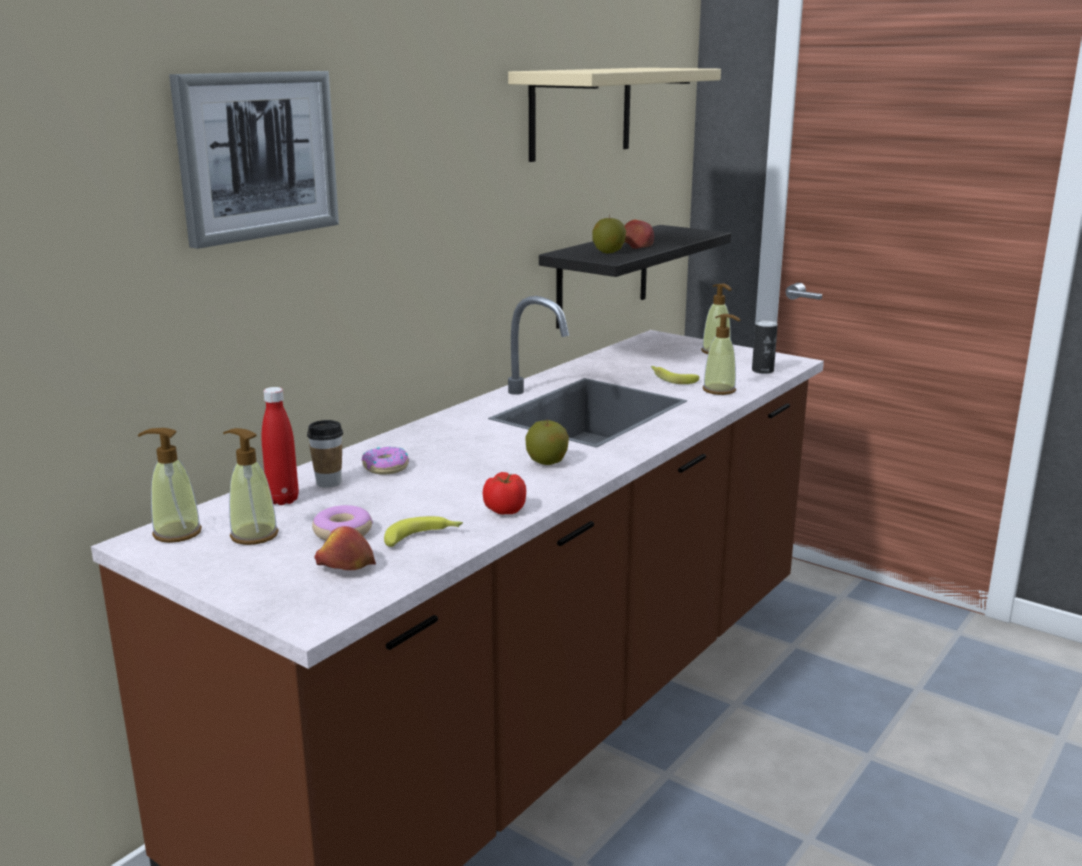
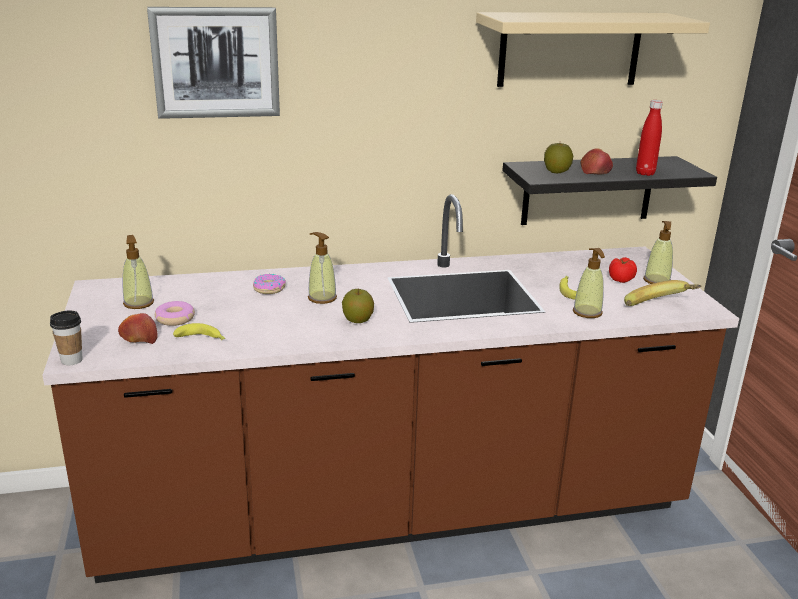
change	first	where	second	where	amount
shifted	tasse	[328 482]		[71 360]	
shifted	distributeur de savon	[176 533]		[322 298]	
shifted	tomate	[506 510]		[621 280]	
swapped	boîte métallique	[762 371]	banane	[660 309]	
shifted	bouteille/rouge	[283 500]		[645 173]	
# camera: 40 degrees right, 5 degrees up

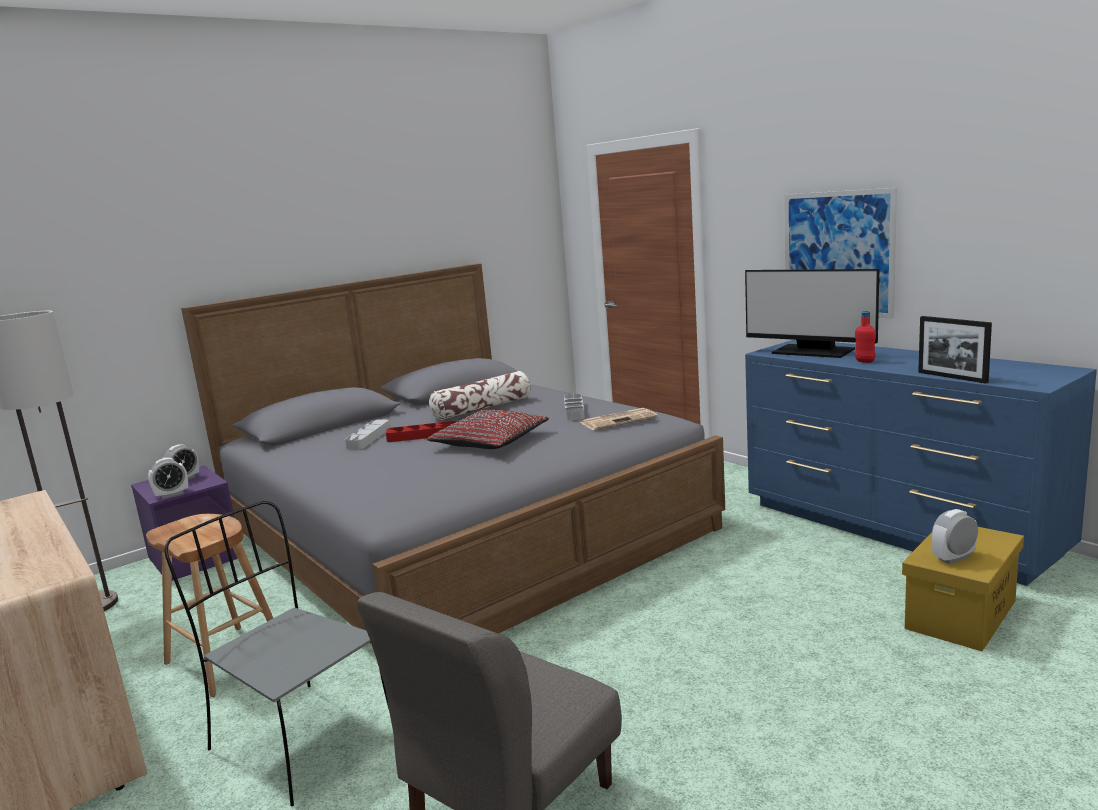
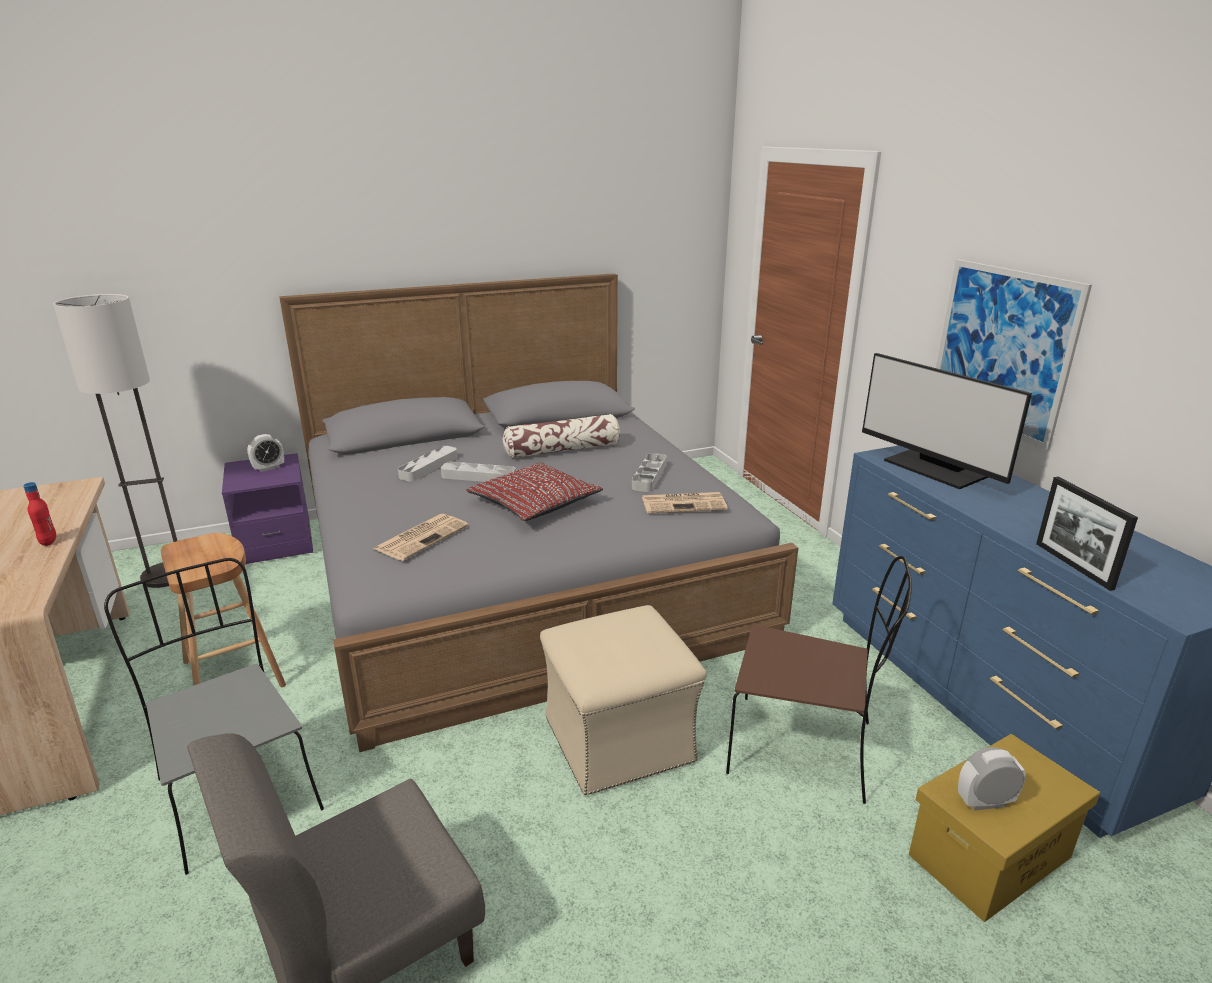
change	first	where	second	where	amount
shifted	bouteille/rouge	[864 361]		[48 541]	
new			journal	[422 537]	
repainted	plateau/rouge	[422 435]	plateau/gris	[478 477]	
new			pouf/beige	[620 739]	
new			chaise/marron	[804 748]	
gone	réveil	[172 494]			
# camera: 15 degrees right, 10 degrees up

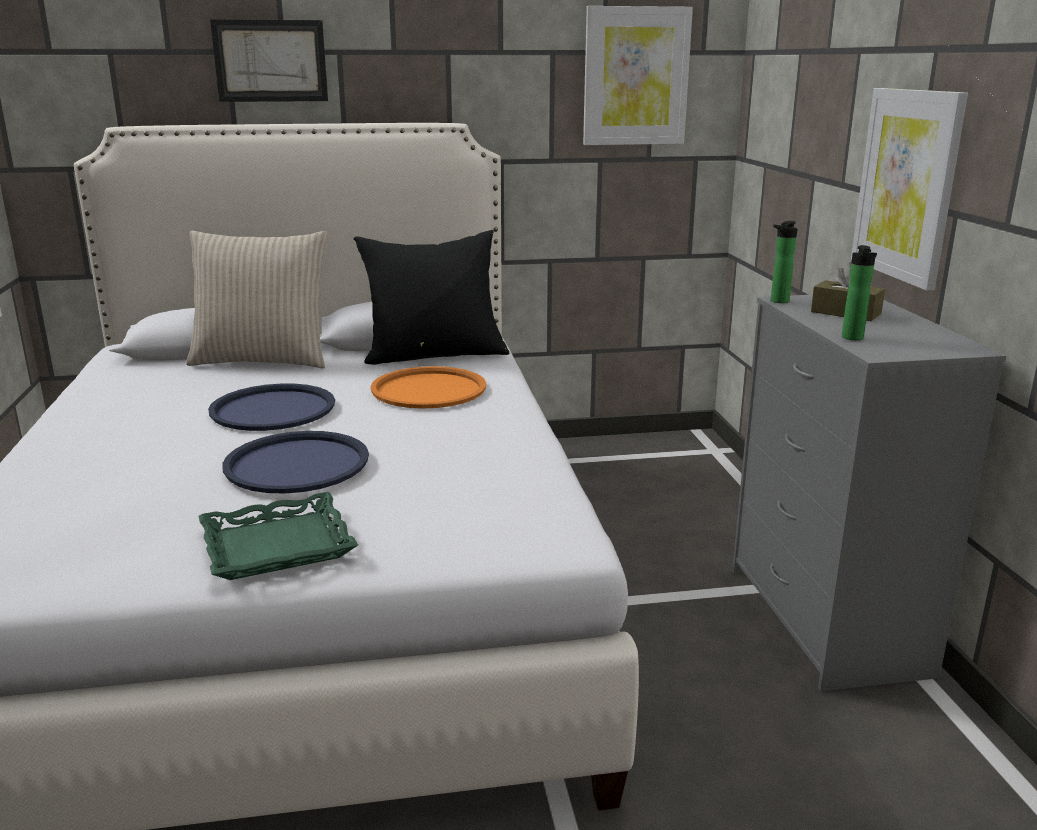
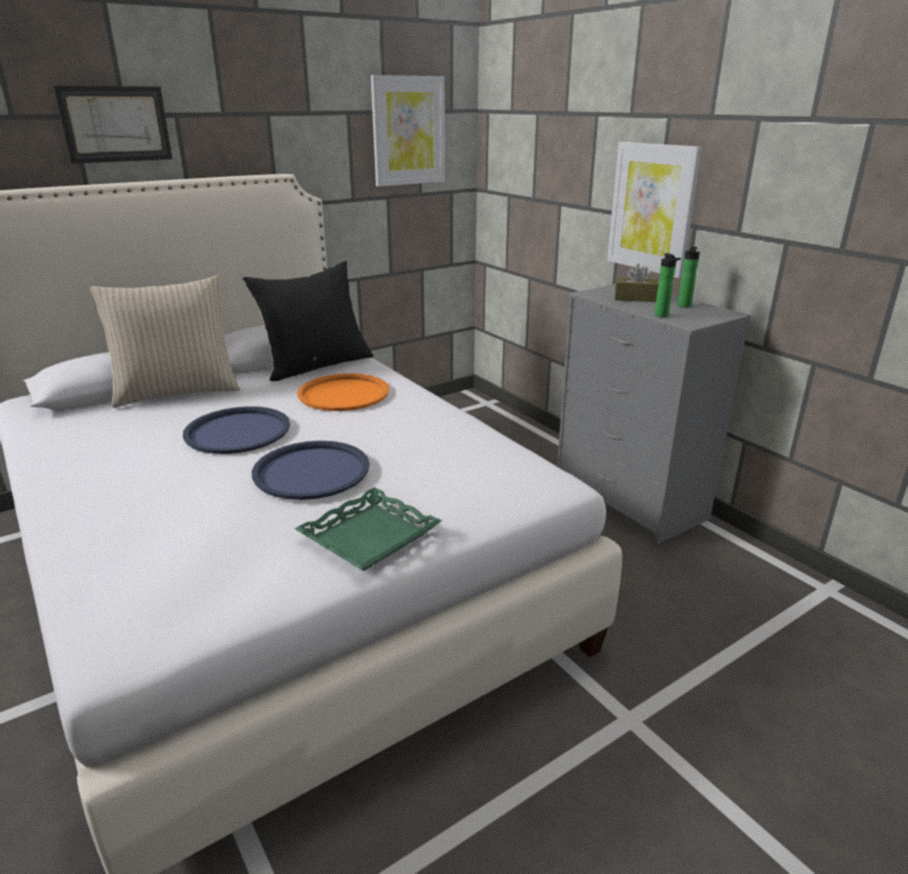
change	first	where	second	where	amount
shifted	bouteille	[778 301]		[684 306]	
# camera: 25 degrees left, 5 degrees up

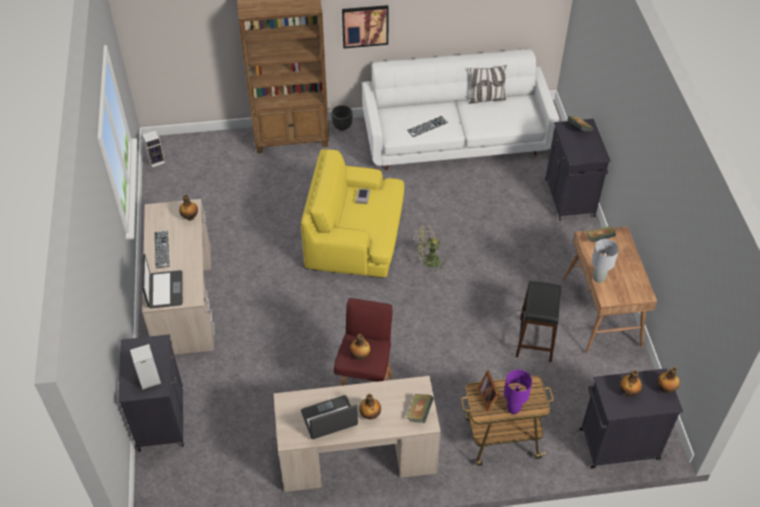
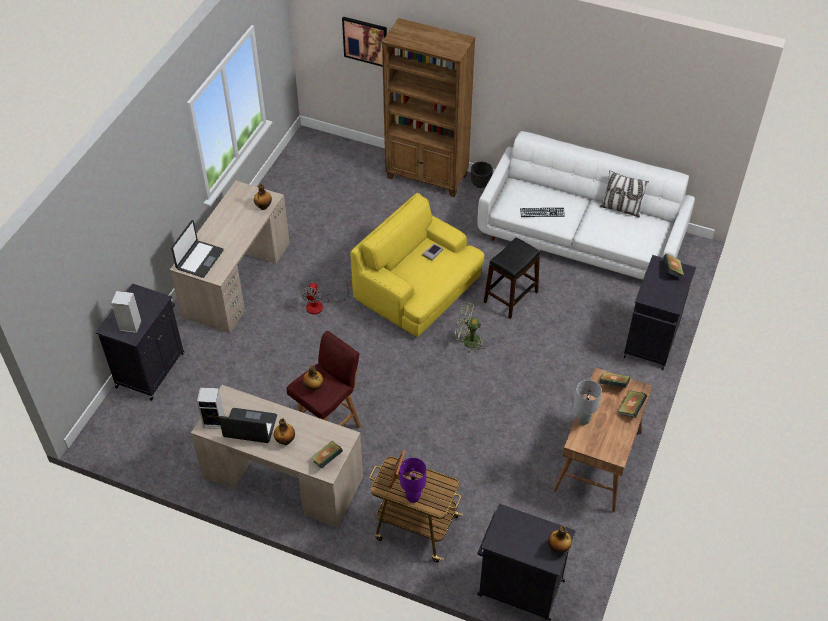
change	first	where	second	where	amount
shifted	enceinte	[157 160]		[215 421]	
new			ventilateur	[320 305]	
shifted	tableau	[365 26]		[365 41]	
shifted	tabouret/noir	[535 339]		[510 297]	
new			livre	[631 409]	
gone	clavier	[161 249]			
gone	bouteille	[628 392]			
# camera: 30 degrees right, 0 degrees up

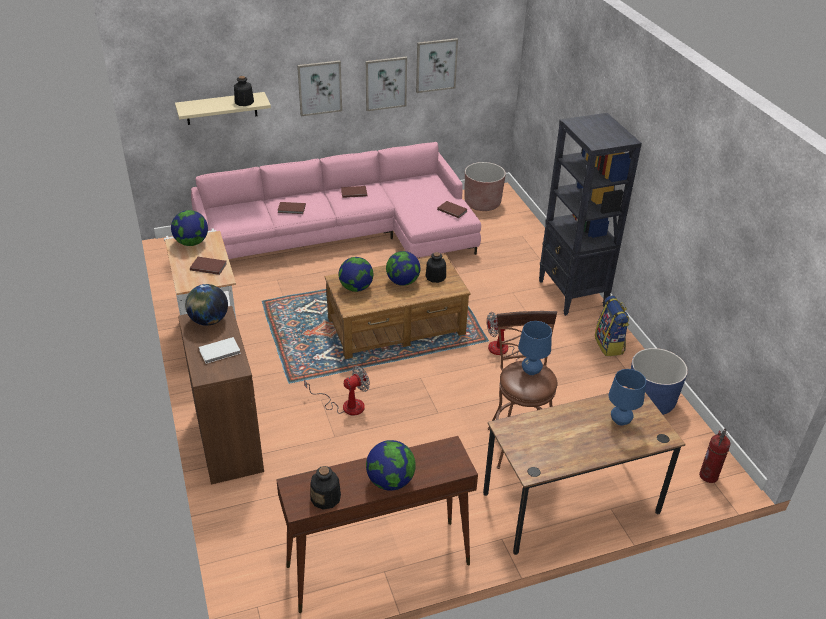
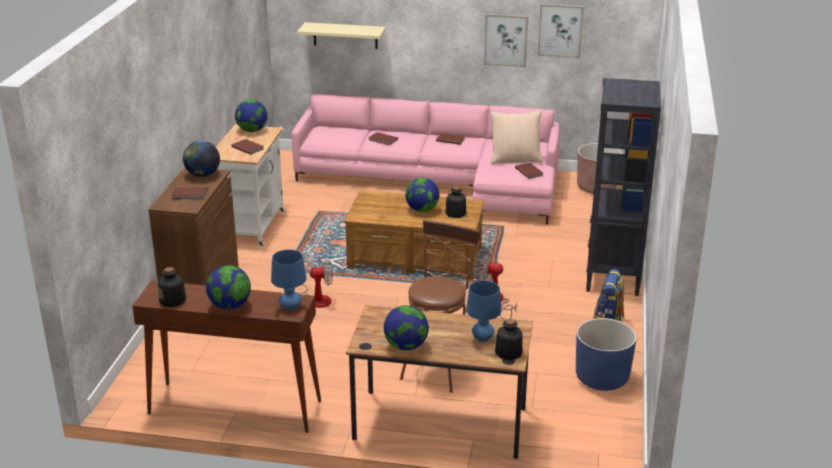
change	first	where	second	where	amount
repainted	livre/blanc	[220 352]	livre/marron	[190 194]	
shifted	lampe de table/bleu	[531 371]		[290 307]	
shifted	globe	[356 288]		[406 346]	
new			coussin/beige	[515 159]	
shifted	bouteille	[244 102]		[508 353]	
gone	tableau	[319 88]			
gone	extincteur	[709 476]			
# camera: 30 degrees right, 10 degrees down

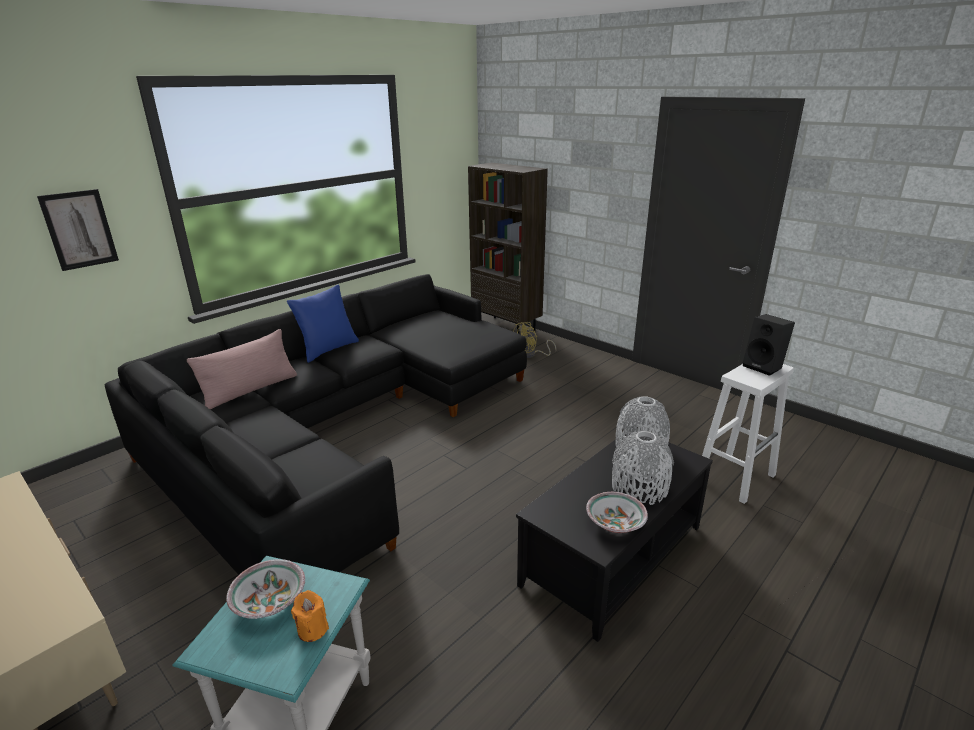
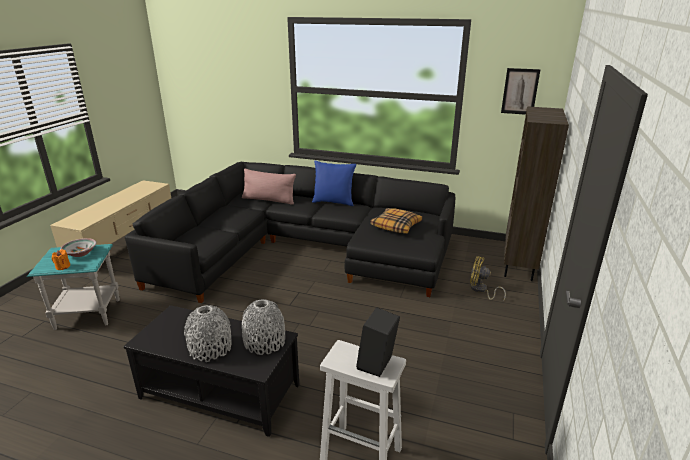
change	first	where	second	where	amount
new			coussin	[396 226]	
shifted	tableau	[79 229]		[520 91]	
gone	bol	[614 523]			
# camera: 65 degrees right, 0 degrees up

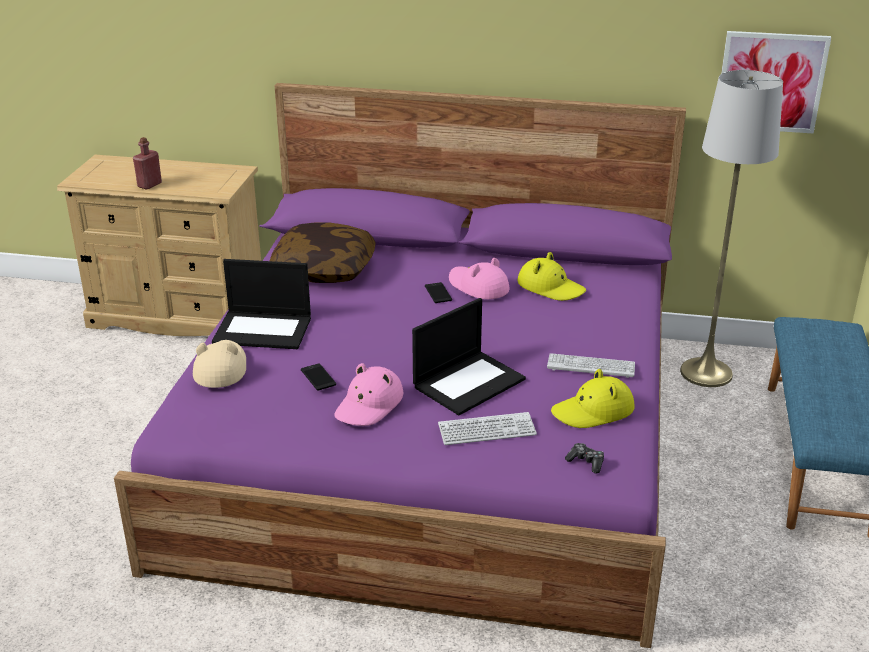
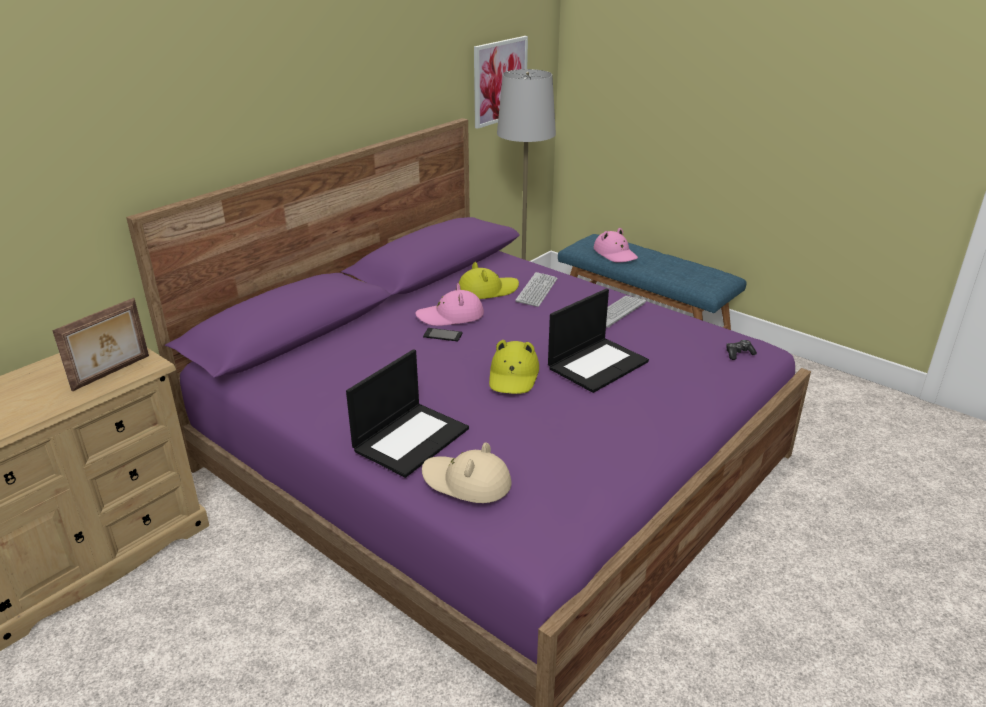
change	first	where	second	where	amount
new			cadre photo	[112 373]	
shifted	chapeau/jaune	[593 411]		[513 376]	
shifted	clavier	[487 430]		[537 290]	
rotated	ordinateur portable	[469 382]		[598 364]	60 degrees clockwise
shifted	chapeau/rose	[369 405]		[615 254]	
gone	bouteille/rouge	[149 185]			
gone	coussin	[324 269]			
gone	téléphone	[318 377]			
# camera: 60 degrees left, 0 degrees up

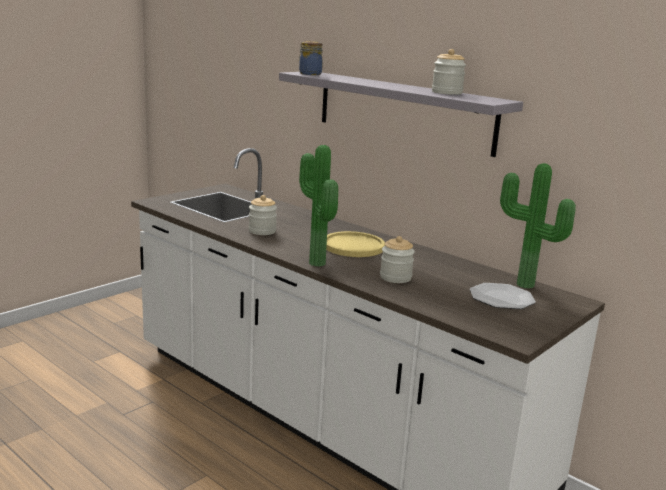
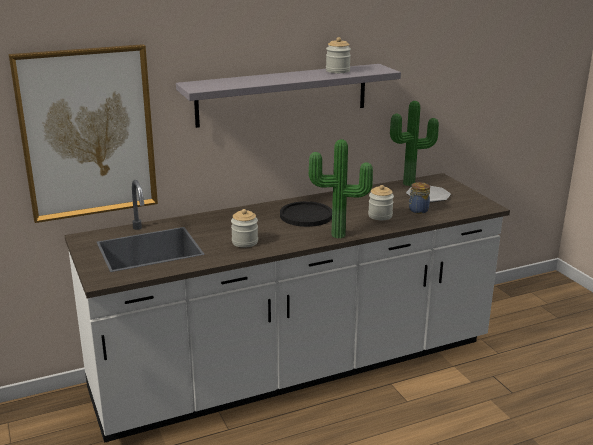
change	first	where	second	where	amount
new			tableau	[87 133]	
repainted	assiette/jaune	[353 246]	assiette/noir	[306 215]	
shifted	bocal	[309 74]		[417 210]	
# camera: 65 degrees left, 5 degrees up

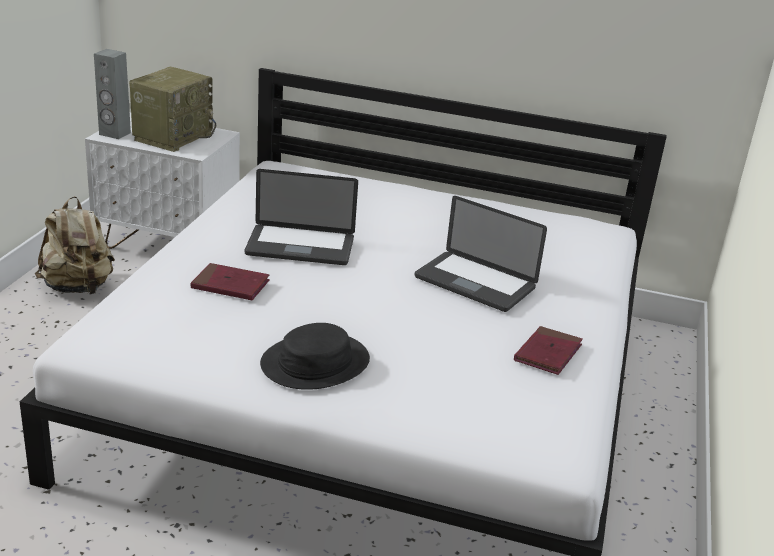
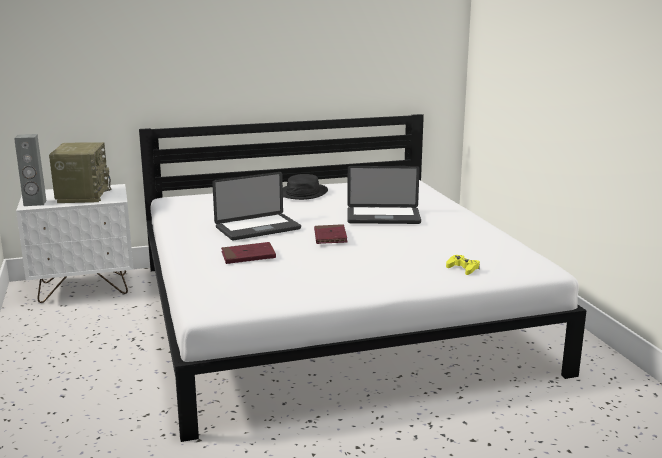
change	first	where	second	where	amount
shifted	chapeau/noir	[315 363]		[302 193]	
shifted	livre/rouge	[548 353]		[330 237]	
new			manette/jaune	[463 268]	
gone	sac à dos/beige	[78 288]			
# camera: 30 degrees left, 10 degrees down

